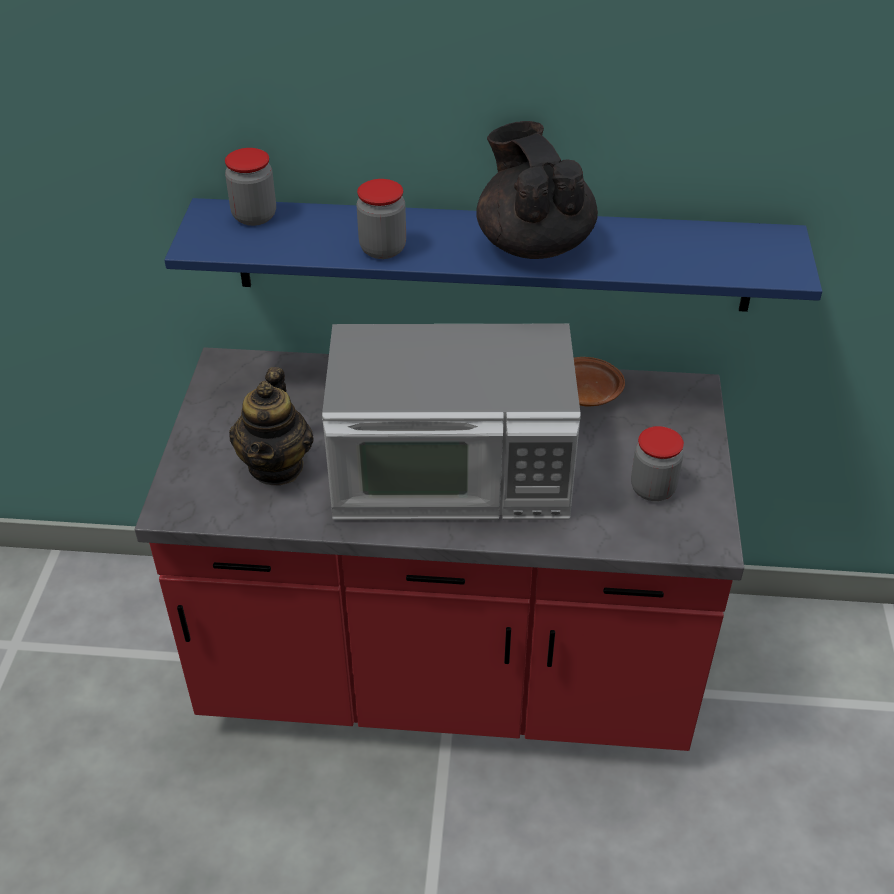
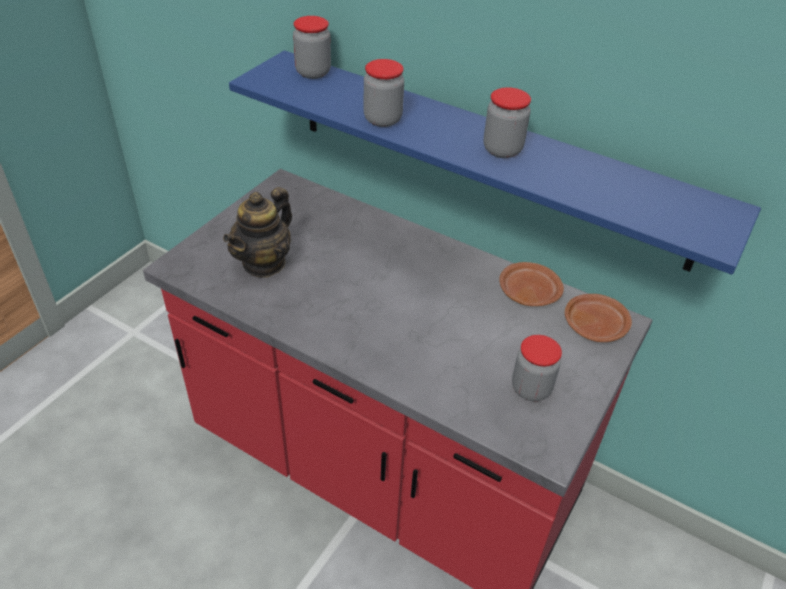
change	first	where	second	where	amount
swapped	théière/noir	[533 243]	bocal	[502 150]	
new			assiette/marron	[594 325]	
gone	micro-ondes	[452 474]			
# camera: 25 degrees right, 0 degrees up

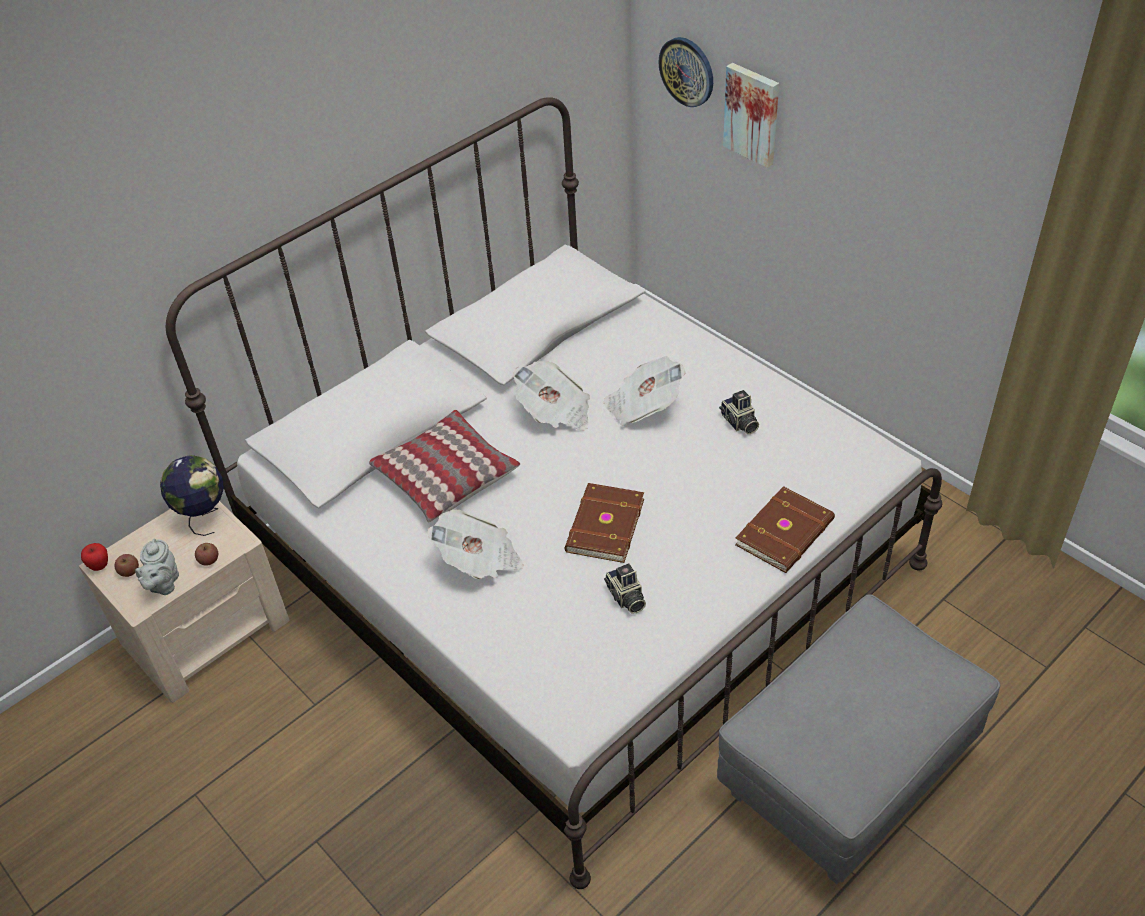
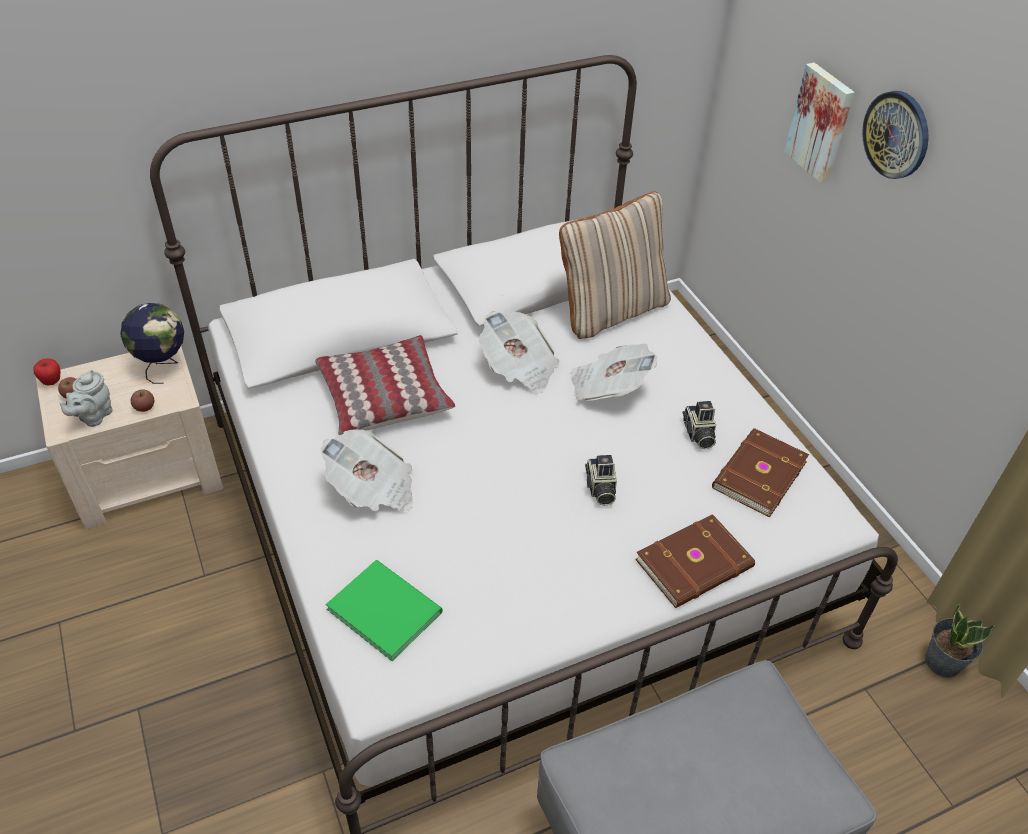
change	first	where	second	where	amount
new			livre/vert	[384 607]	
new			coussin/beige	[611 310]	
shifted	appareil photo	[625 598]		[600 489]	
shifted	livre/marron	[603 525]		[757 474]	
shifted	horloge murale	[687 71]		[896 134]	
new			plante en pot	[942 661]	
# camera: 15 degrees right, 0 degrees up

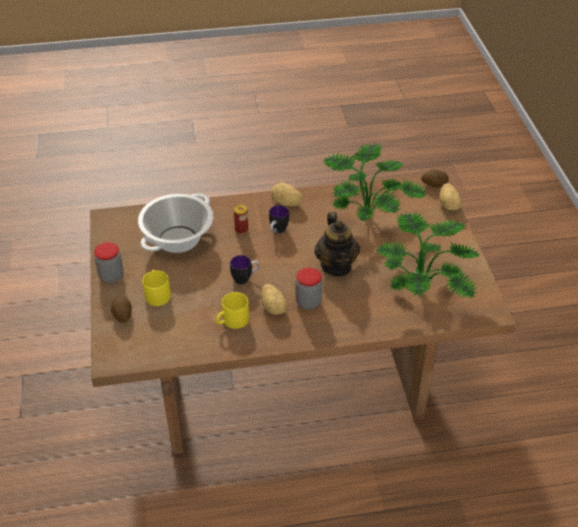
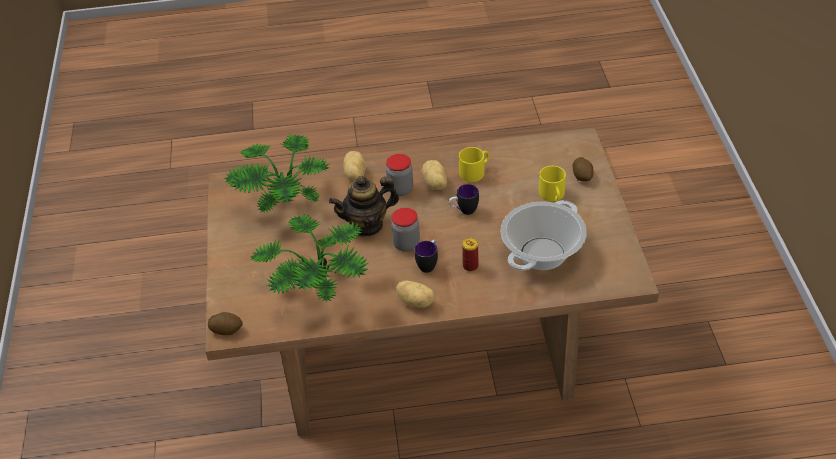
change	first	where	second	where	amount
rotated	théière	[336 266]		[367 225]	105 degrees counterclockwise
shifted	pomme de terre	[449 205]		[354 175]	
shifted	bocal	[111 276]		[406 244]	
# camera: 175 degrees left, 0 degrees up

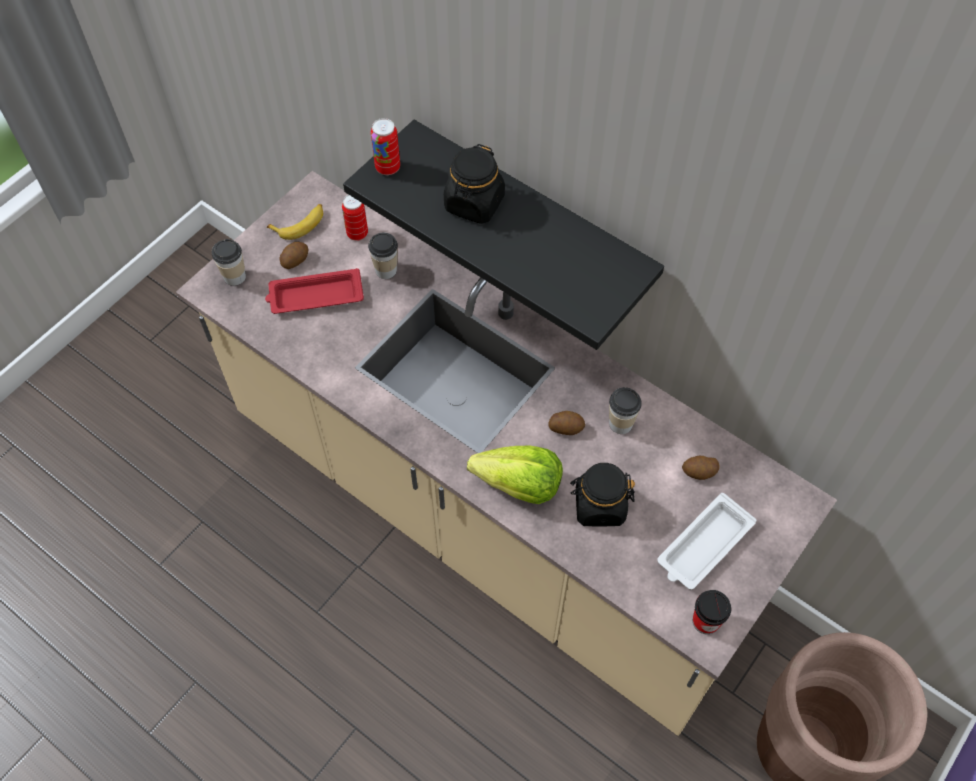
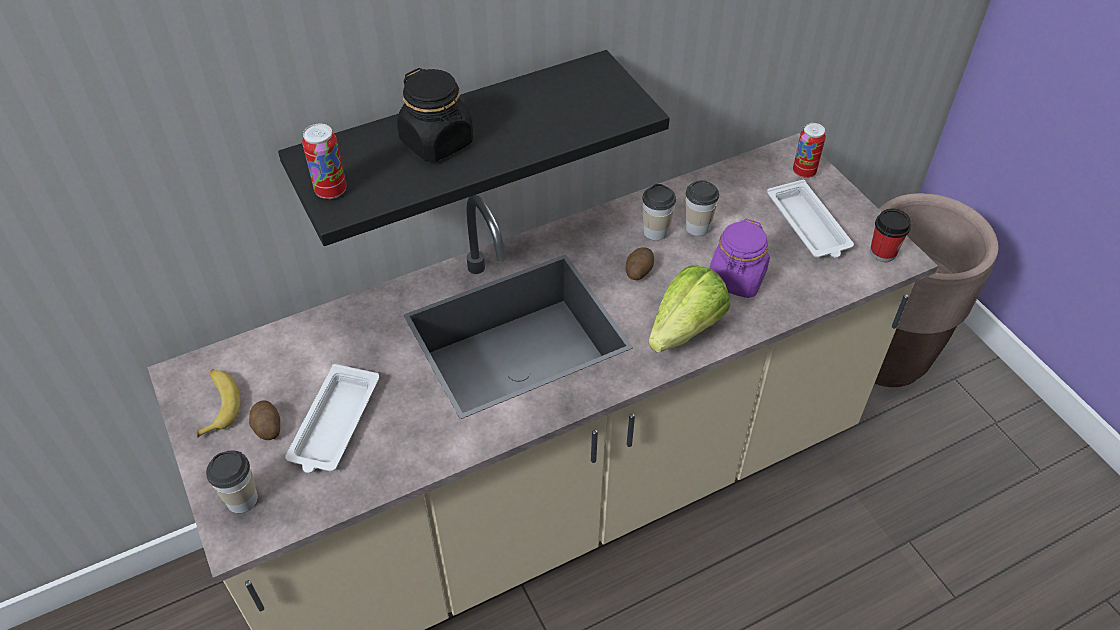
change	first	where	second	where	amount
repainted	plateau/rouge	[314 296]	plateau/blanc	[334 424]	
shifted	tasse	[386 270]		[697 227]	
repainted	bocal/noir	[599 506]	bocal/violet	[736 279]	
shifted	boîte métallique	[357 233]		[804 172]	
gone	pomme de terre	[699 472]			
# camera: 65 degrees left, 10 degrees down

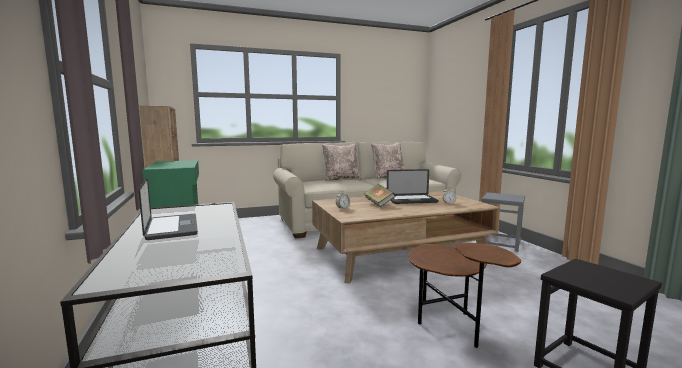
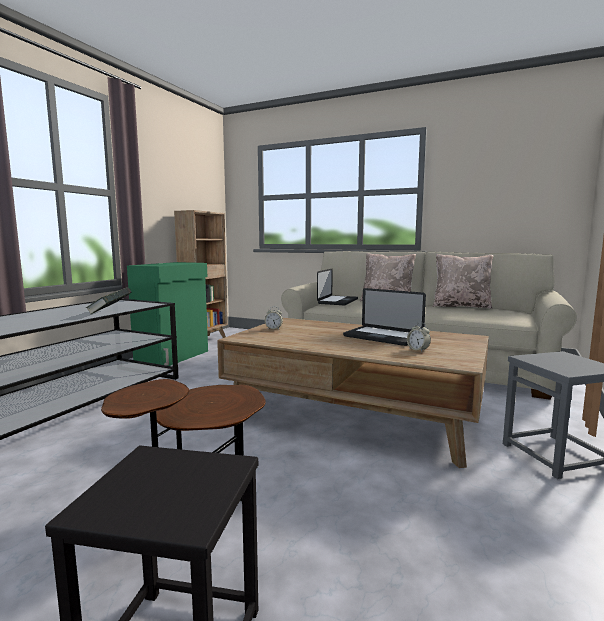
change	first	where	second	where	amount
shifted	livre	[379 204]		[110 312]	
shifted	ordinateur portable	[172 227]		[338 301]	
# camera: 45 degrees right, 0 degrees up

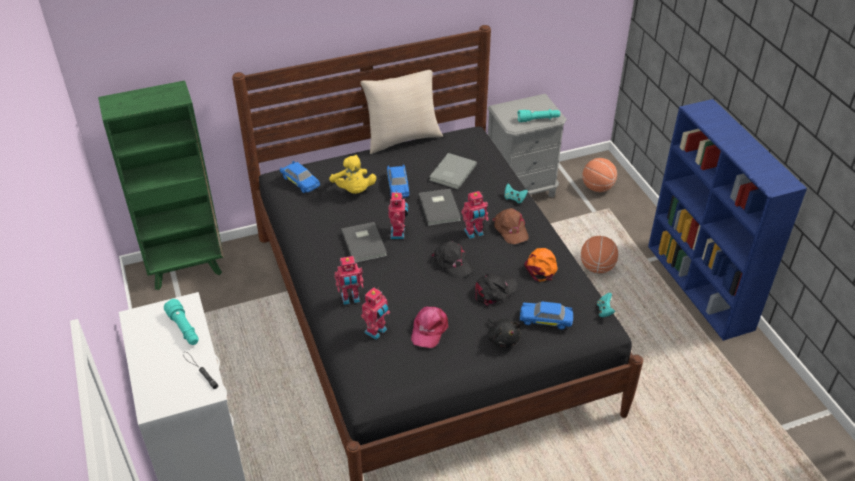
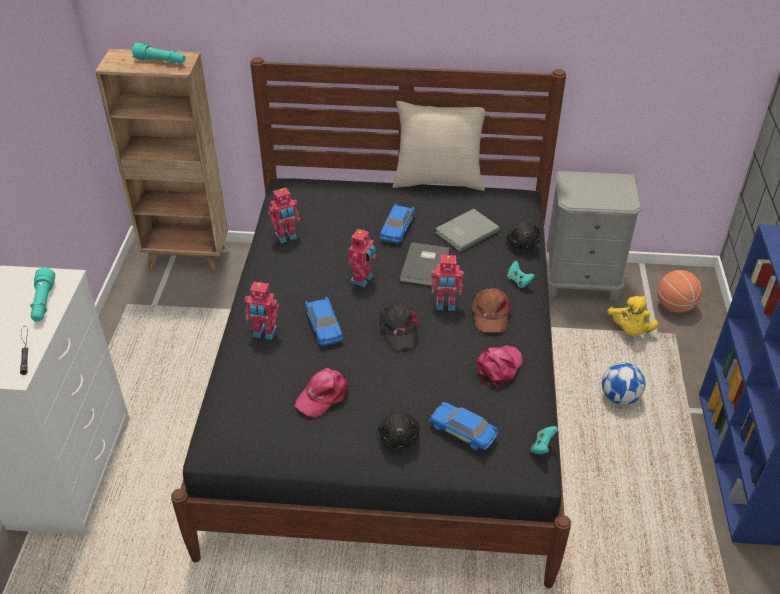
change	first	where	second	where	amount
repainted	bibliothèque/vert	[187 269]	bibliothèque/marron	[188 258]	
shifted	lampe de poche/turquoise	[538 119]		[161 61]	
shifted	robot jouet	[376 332]		[286 237]	
shifted	petite voiture/bleu	[300 181]		[324 326]	
repainted	casquette/orange	[541 266]	casquette/rose	[498 367]	
new			peluche/noir	[522 243]	
swapped	ballon de basket	[597 267]	ballon de foot	[620 397]	
shifted	peluche/jaune	[353 190]		[629 330]	
gone	livre/gris	[365 243]			
gone	casquette/noir	[494 291]			
# camera: 25 degrees right, 0 degrees up

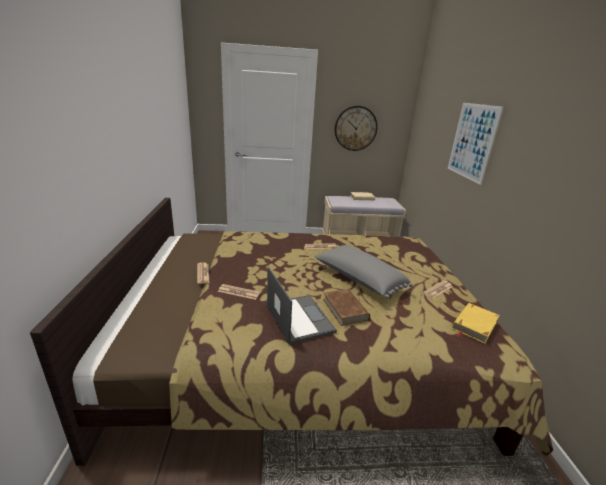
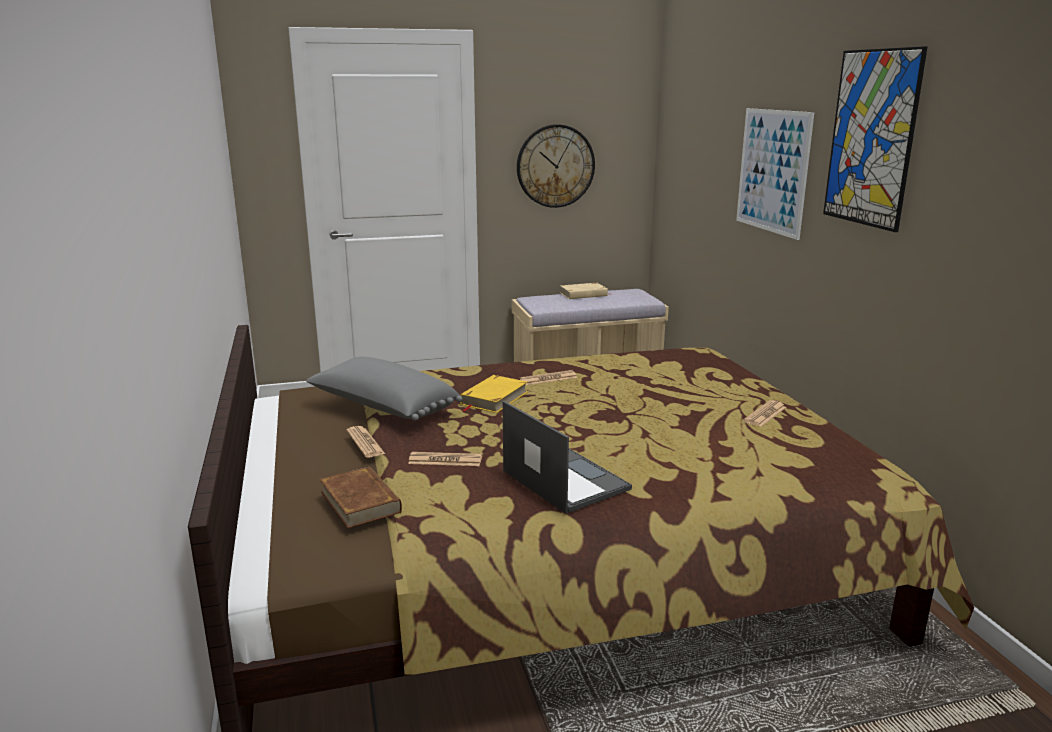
change	first	where	second	where	amount
shifted	coussin/gris	[358 280]		[382 408]	
shifted	livre/marron	[345 309]		[360 502]	
shifted	livre/jaune	[474 325]		[493 398]	
new			tableau	[871 138]	
# camera: 10 degrees left, 5 degrees down

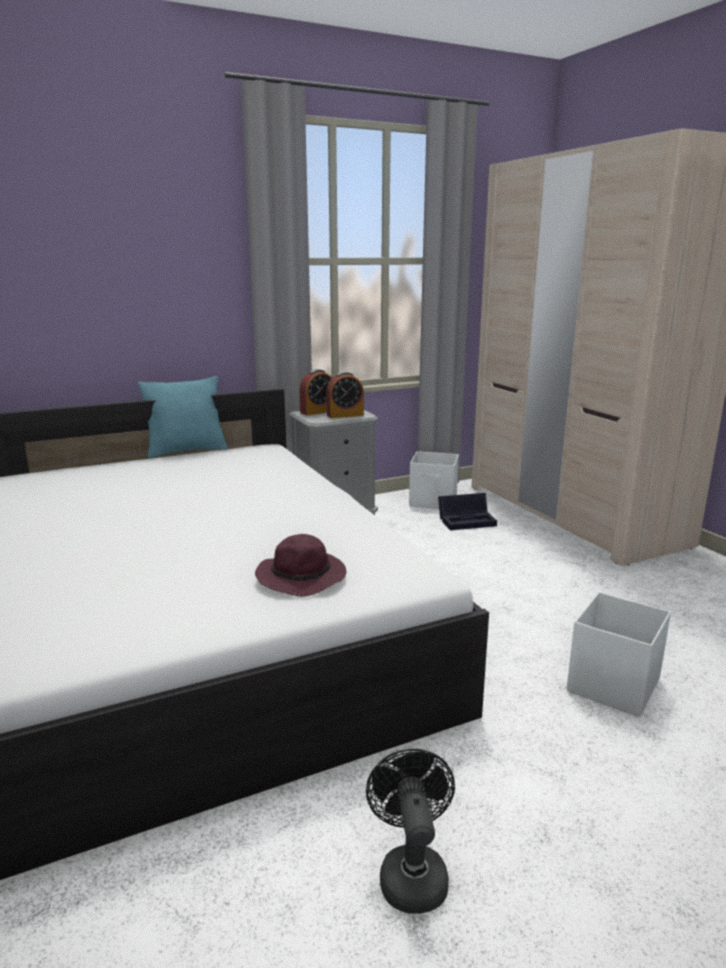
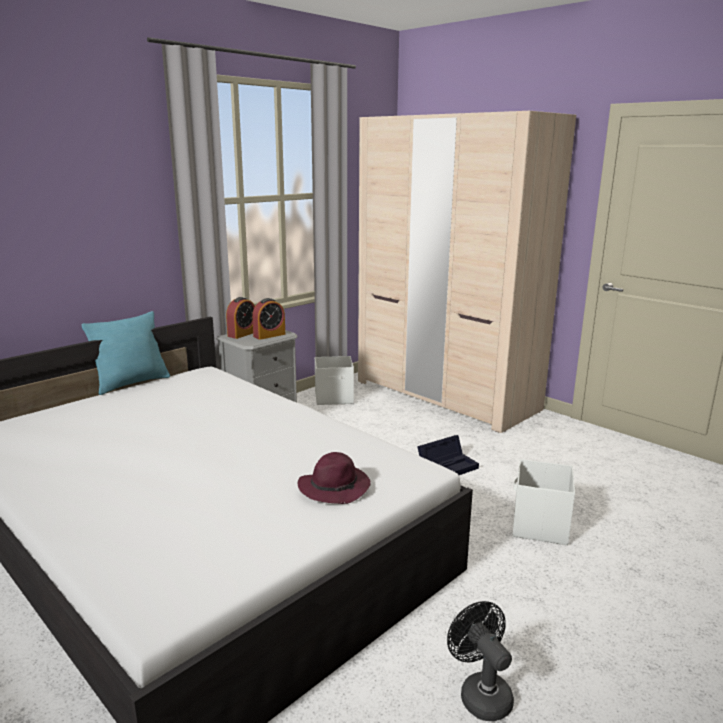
change	first	where	second	where	amount
shifted	boîte de rangement/noir	[467 520]		[448 466]	
# camera: 20 degrees left, 0 degrees up

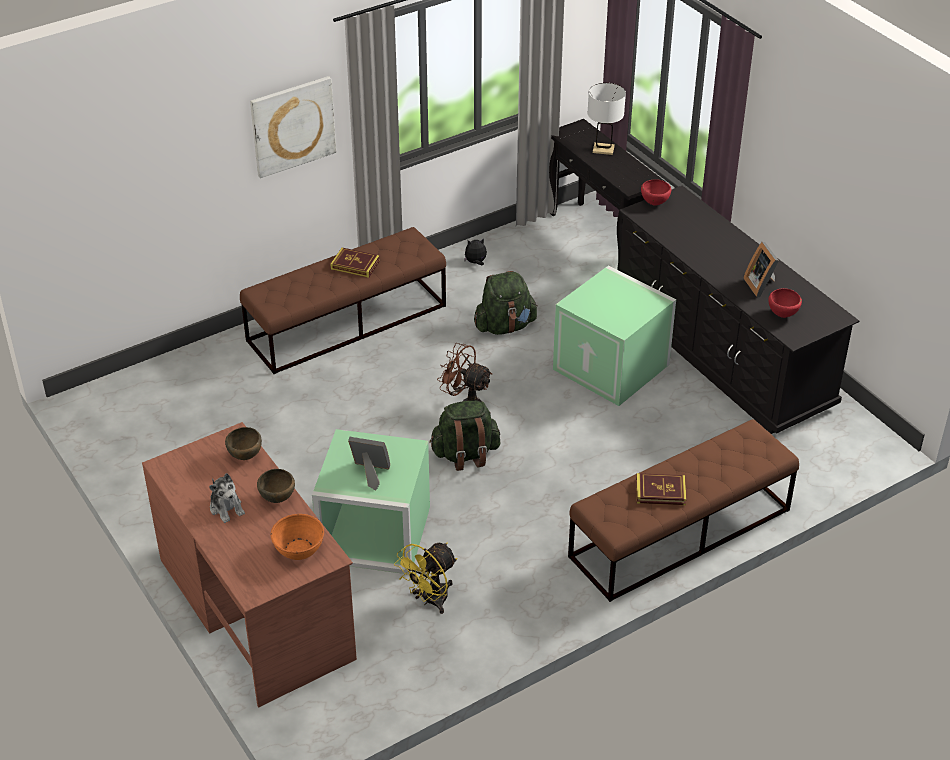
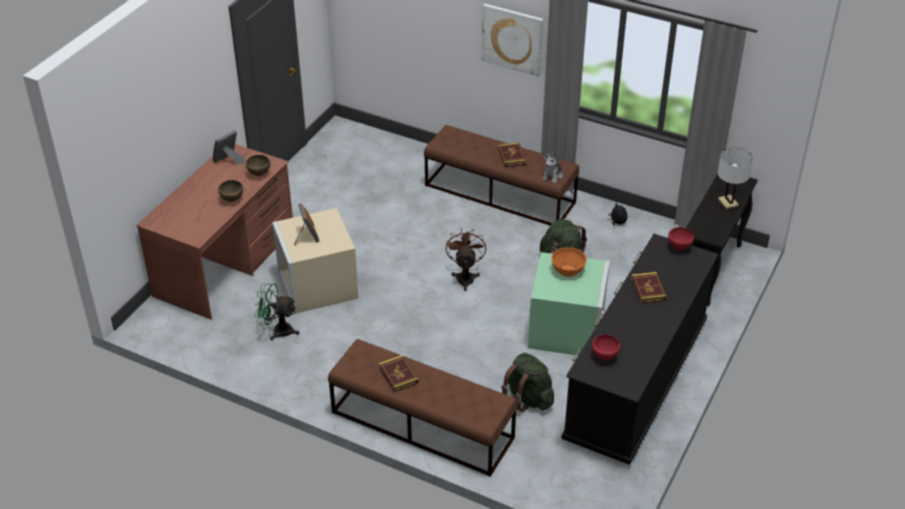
change	first	where	second	where	amount
shifted	cadre photo	[761 285]		[229 160]	
repainted	ventilateur/jaune	[430 600]	ventilateur/vert	[278 330]	
repainted	boîte de rangement/vert	[373 535]	boîte de rangement/beige	[316 284]	
shifted	sac à dos/vert	[465 455]		[528 398]	
shifted	peluche	[226 508]		[552 175]	
shifted	bol/orange	[299 549]		[568 270]	
new			livre	[648 289]	
# camera: 60 degrees right, 0 degrees up

